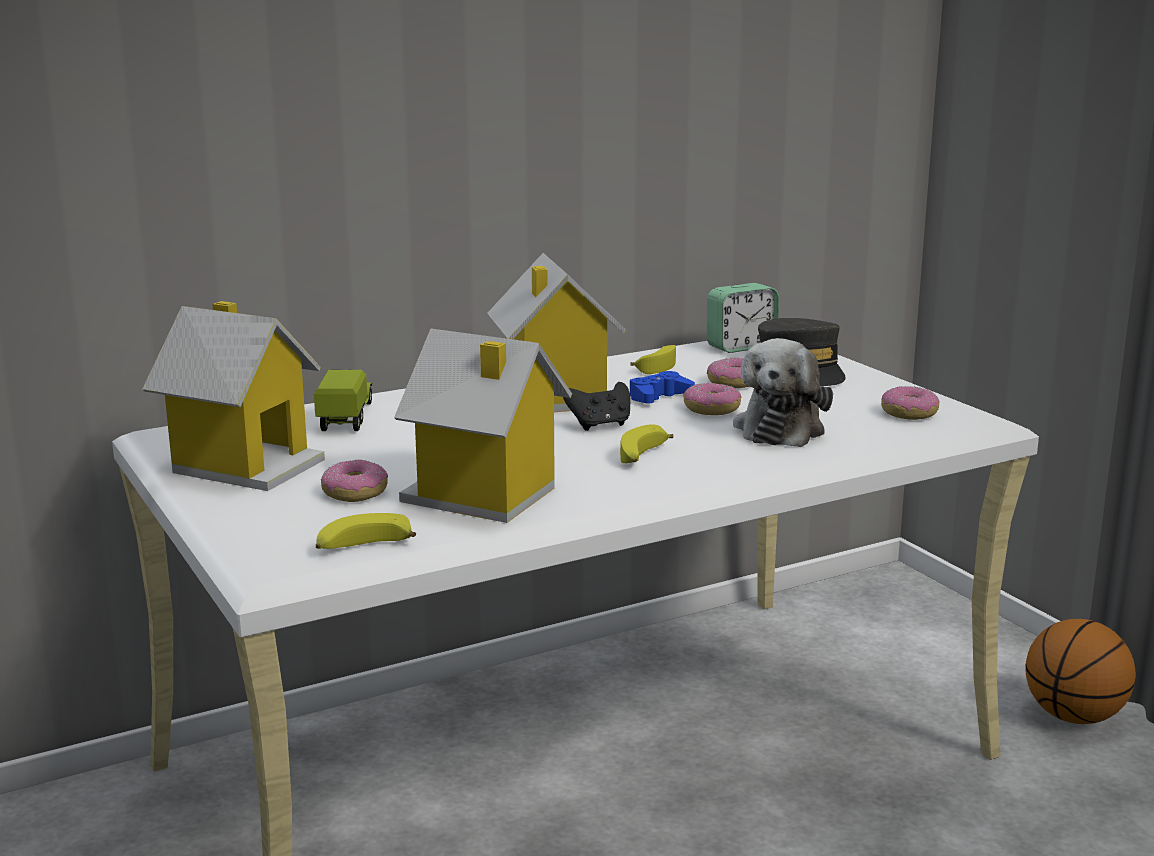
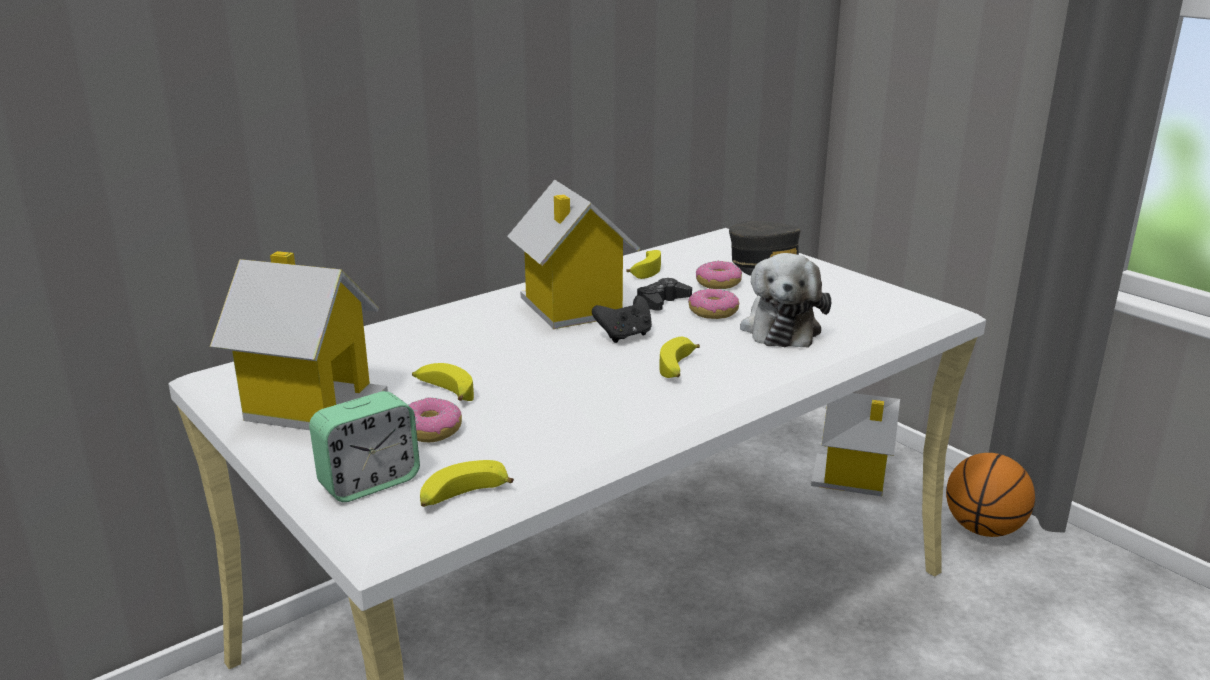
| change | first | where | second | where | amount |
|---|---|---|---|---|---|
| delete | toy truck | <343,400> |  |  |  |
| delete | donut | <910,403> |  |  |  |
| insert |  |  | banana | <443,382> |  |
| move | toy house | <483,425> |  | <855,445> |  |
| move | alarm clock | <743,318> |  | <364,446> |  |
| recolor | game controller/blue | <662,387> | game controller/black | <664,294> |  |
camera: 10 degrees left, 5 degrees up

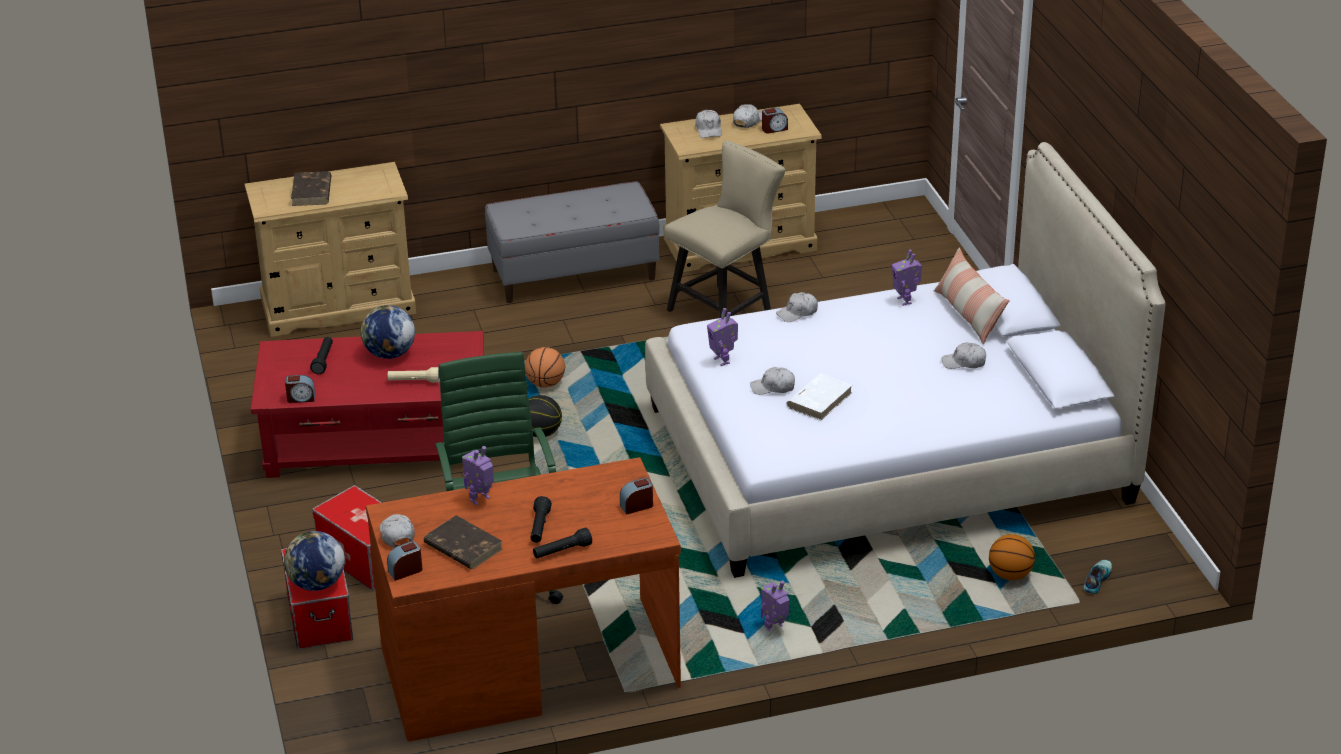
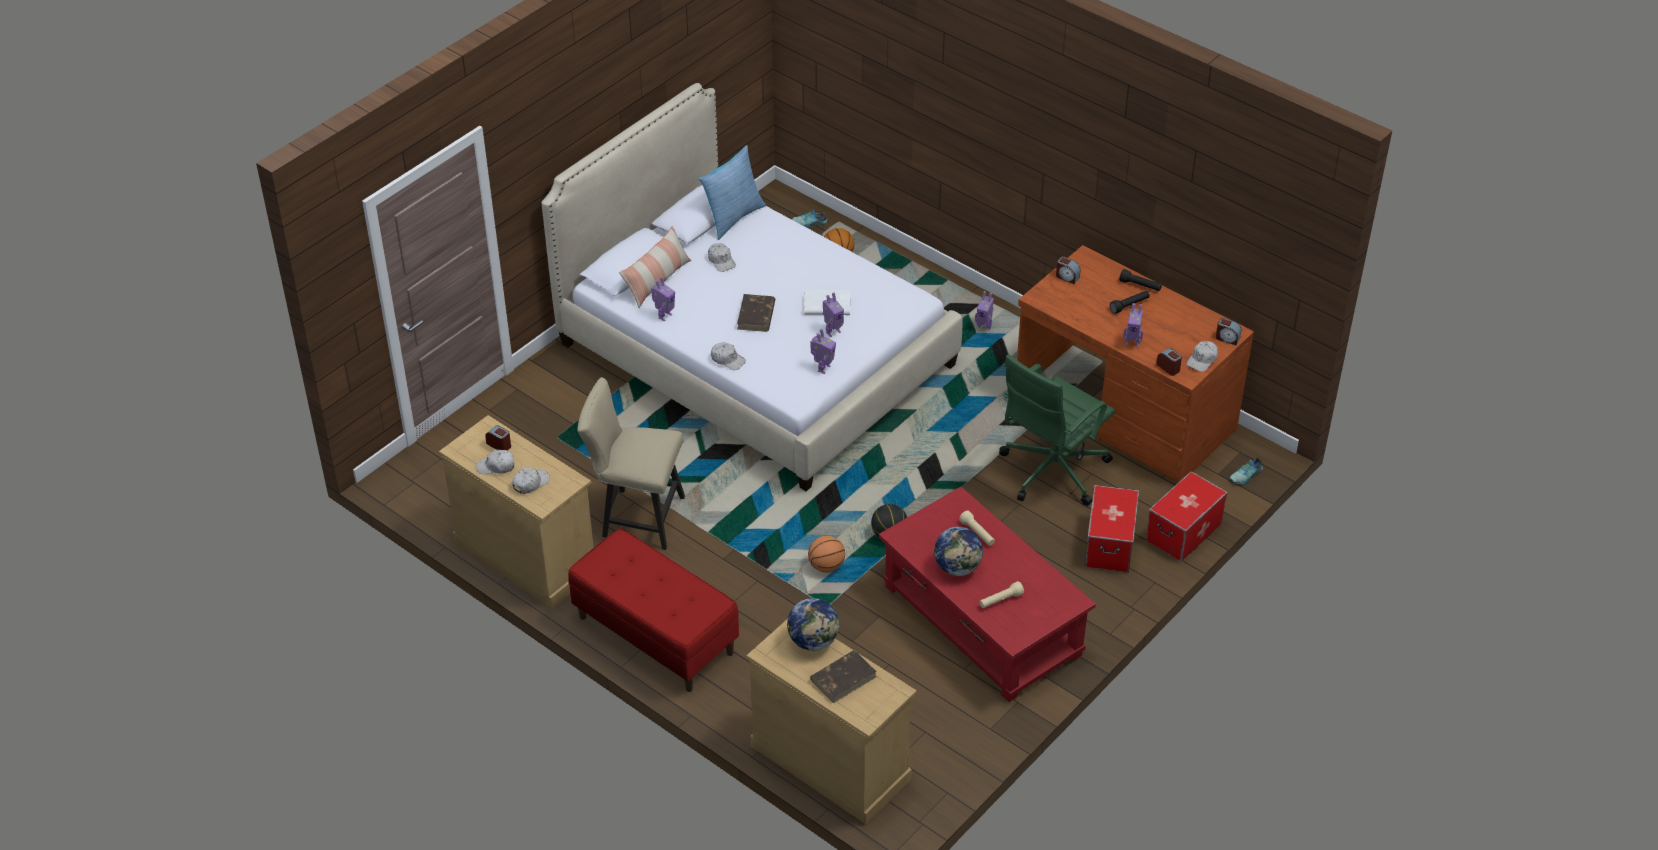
| change | first | where | second | where | amount |
|---|---|---|---|---|---|
| insert |  |  | pillow | <732,192> |  |
| insert |  |  | shoe | <1246,471> |  |
| move | globe | <314,561> |  | <813,624> |  |
| move | alarm clock | <300,389> |  | <1169,362> |  |
| move | book/brown | <463,542> |  | <756,313> |  |
| replace | cap/white | <772,381> | toy robot | <833,315> |  |
| recolor | flashlight/black | <321,355> | flashlight/beige | <1002,594> |  |
| recolor | bench/grey | <572,242> | bench/red | <653,610> |  |
camera: 125 degrees left, 10 degrees up

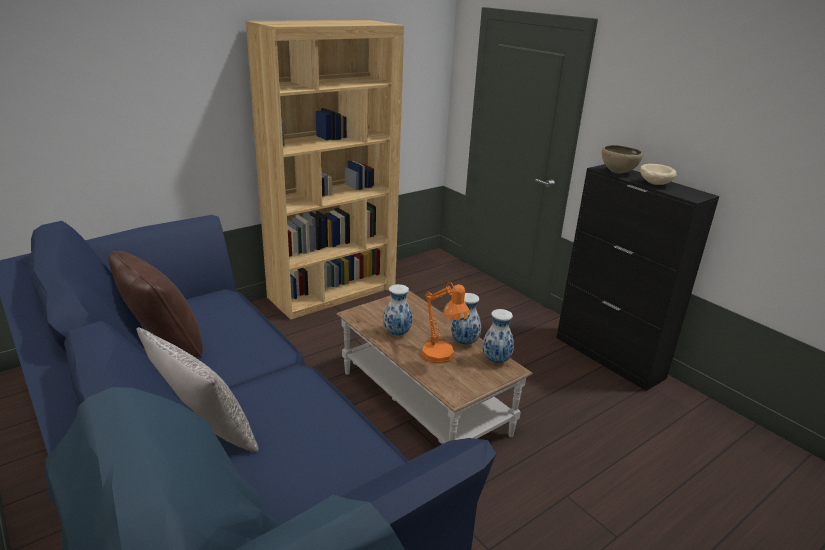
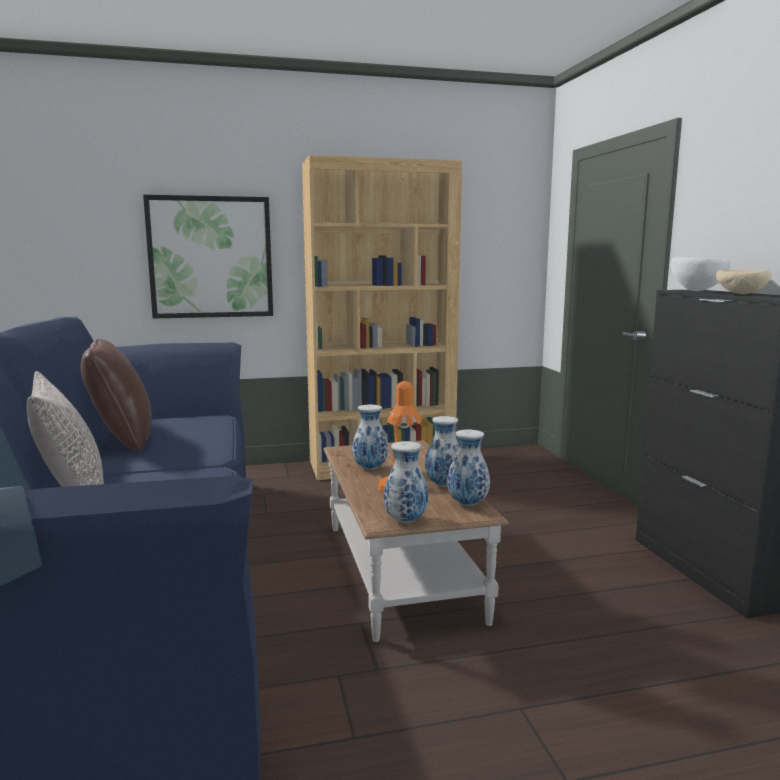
| change | first | where | second | where | amount |
|---|---|---|---|---|---|
| insert |  |  | picture | <208,257> |  |
| insert |  |  | vase | <406,482> |  |
| recolor | bowl/brown | <622,159> | bowl/white | <701,274> |  |
camera: 25 degrees right, 15 degrees down

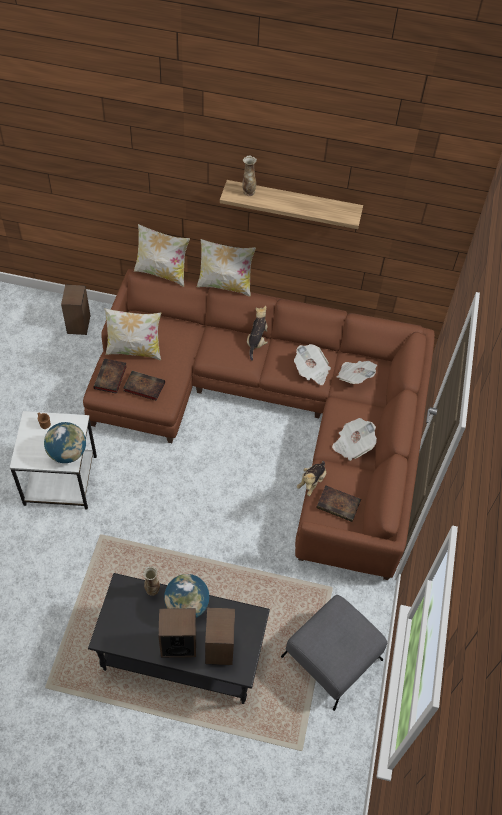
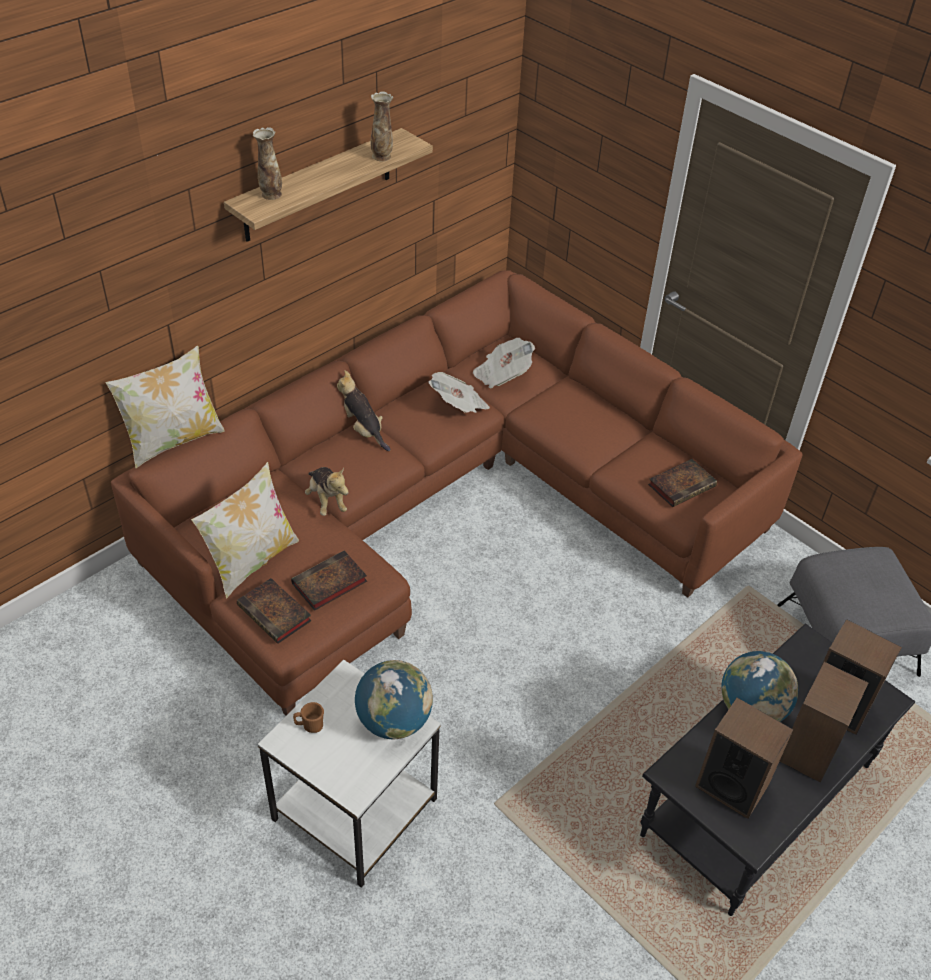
| change | first | where | second | where | amount |
|---|---|---|---|---|---|
| delete | pillow | <226,267> |  |  |  |
| delete | newspaper | <354,439> |  |  |  |
| move | speaker | <75,309> |  | <744,758> |  |
| move | vase | <151,581> |  | <382,126> |  |
| move | plush toy | <311,478> |  | <327,491> |  |
camera: 55 degrees left, 10 degrees down

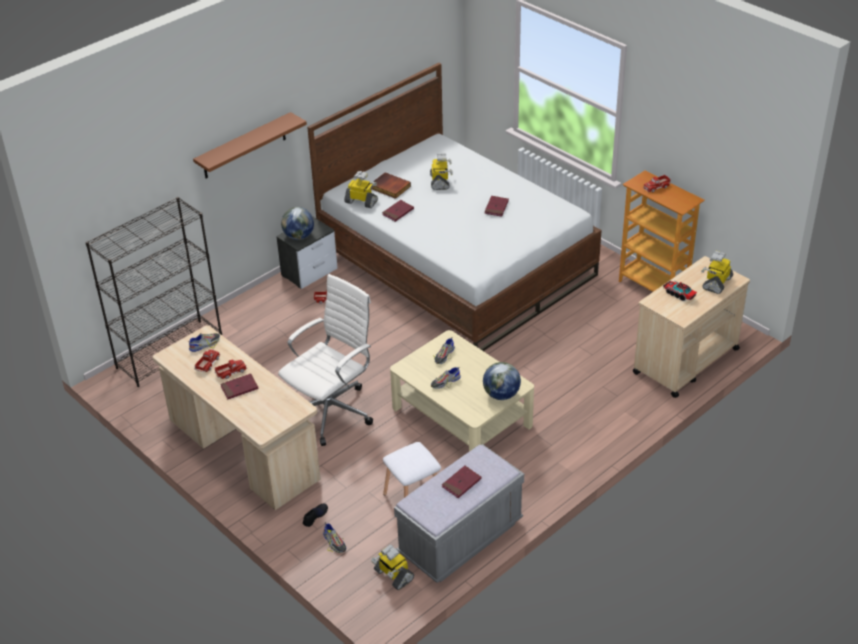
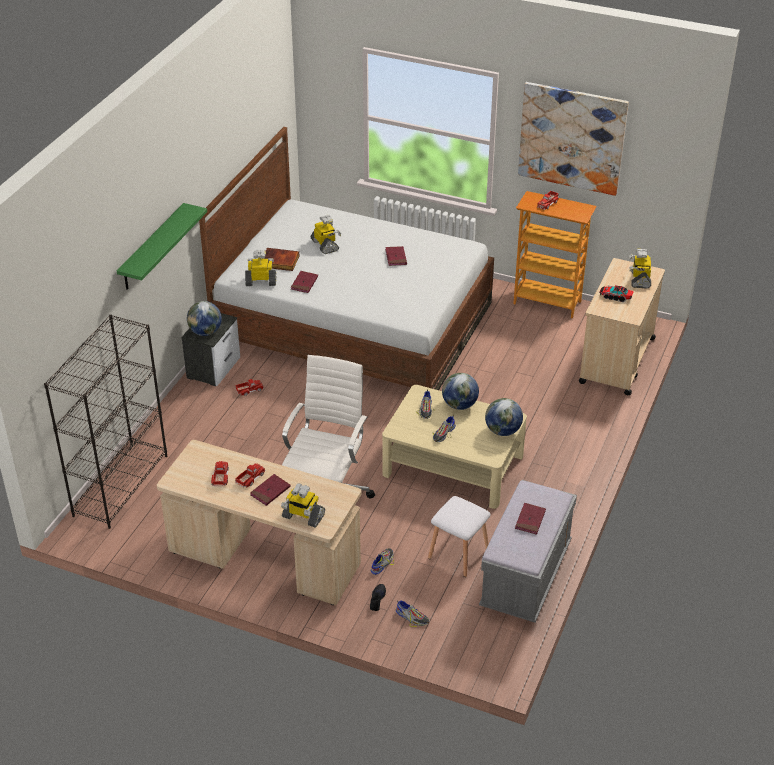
| change | first | where | second | where | amount |
|---|---|---|---|---|---|
| insert |  |  | globe | <460,391> |  |
| insert |  |  | picture | <573,139> |  |
| move | shoe | <204,342> |  | <382,561> |  |
| move | toy robot | <392,567> |  | <303,505> |  |
| recolor | shelf/brown | <250,145> | shelf/green | <162,246> |  |
camera: 25 degrees left, 0 degrees up

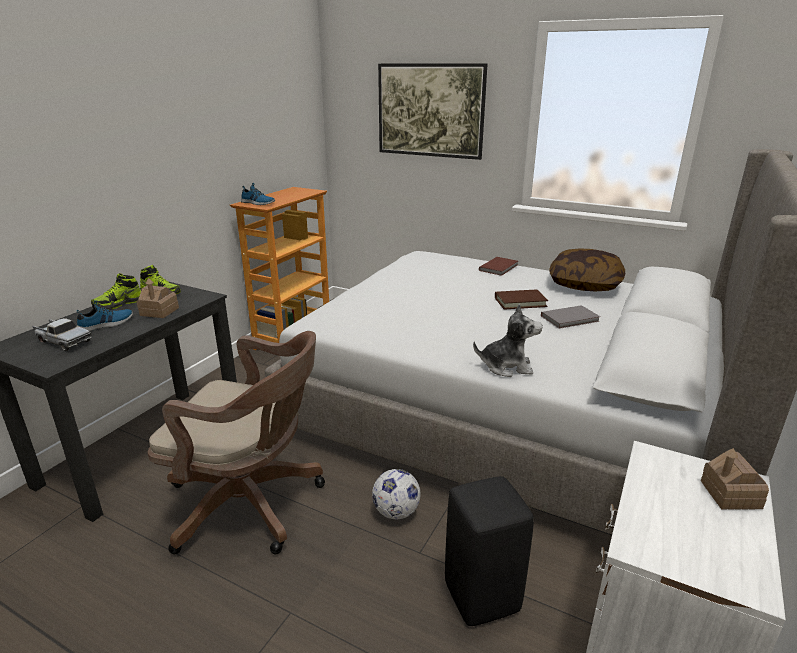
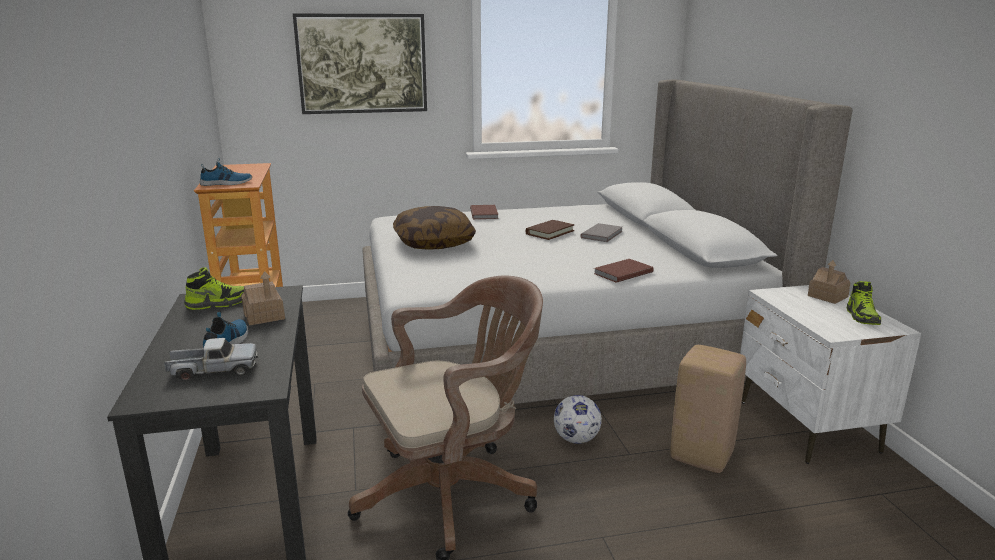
| change | first | where | second | where | amount |
|---|---|---|---|---|---|
| move | shoe | <116,291> |  | <864,303> |  |
| move | pillow | <587,269> |  | <434,228> |  |
| replace | plush toy | <508,340> | book/brown | <624,271> |  |
| recolor | stool/black | <489,551> | stool/beige | <708,409> |  |
camera: 40 degrees left, 5 degrees down

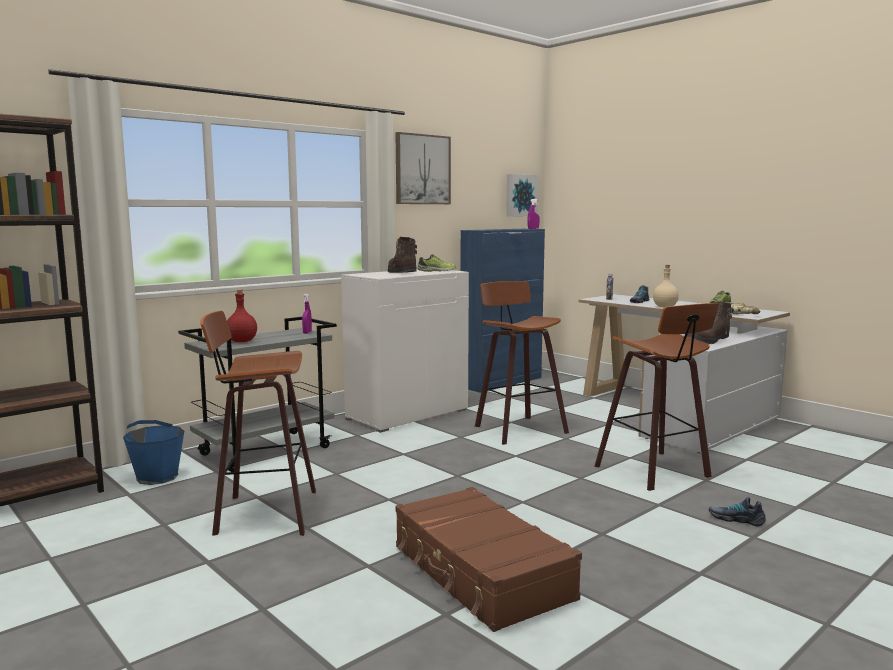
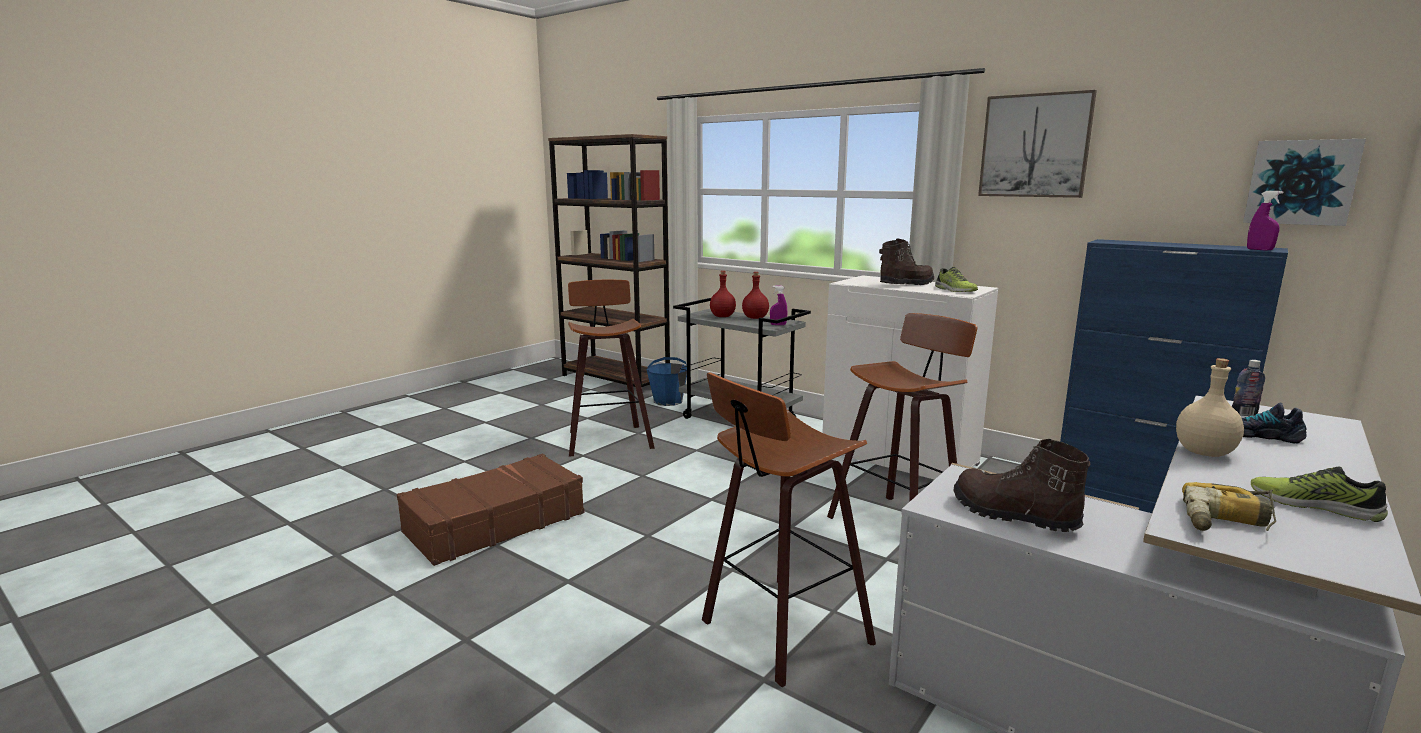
| change | first | where | second | where | amount |
|---|---|---|---|---|---|
| delete | shoe | <737,512> |  |  |  |
| insert |  |  | bottle/red | <755,295> |  |
camera: 80 degrees right, 5 degrees up

